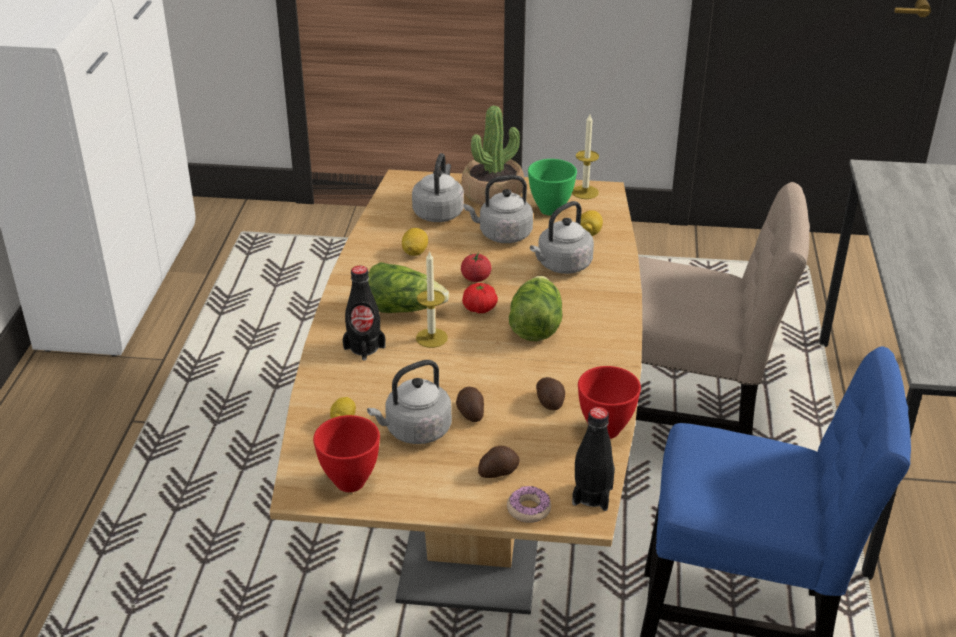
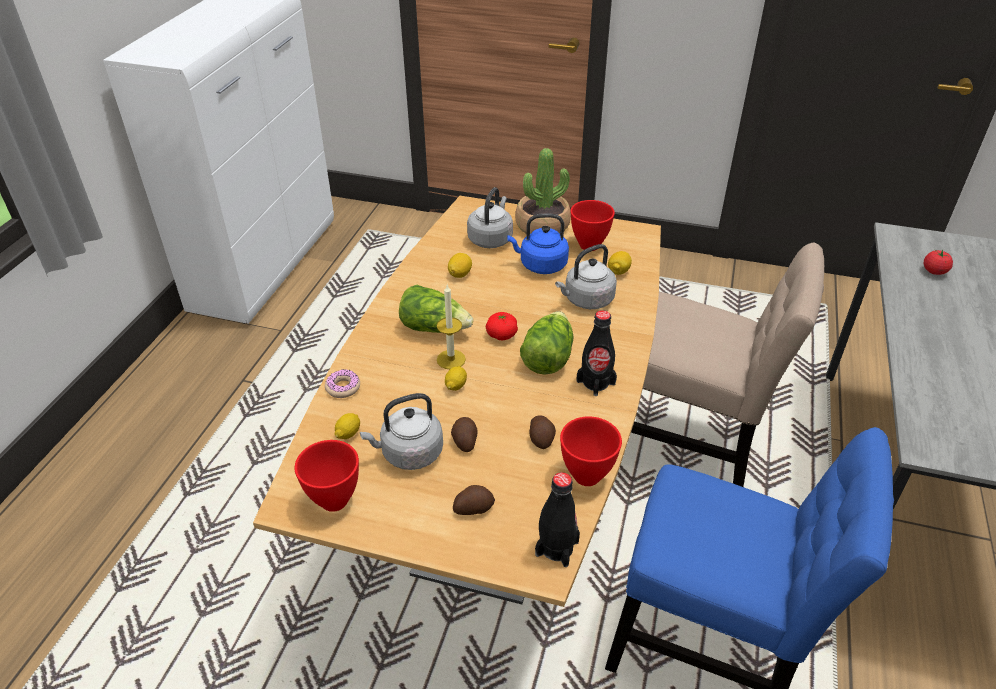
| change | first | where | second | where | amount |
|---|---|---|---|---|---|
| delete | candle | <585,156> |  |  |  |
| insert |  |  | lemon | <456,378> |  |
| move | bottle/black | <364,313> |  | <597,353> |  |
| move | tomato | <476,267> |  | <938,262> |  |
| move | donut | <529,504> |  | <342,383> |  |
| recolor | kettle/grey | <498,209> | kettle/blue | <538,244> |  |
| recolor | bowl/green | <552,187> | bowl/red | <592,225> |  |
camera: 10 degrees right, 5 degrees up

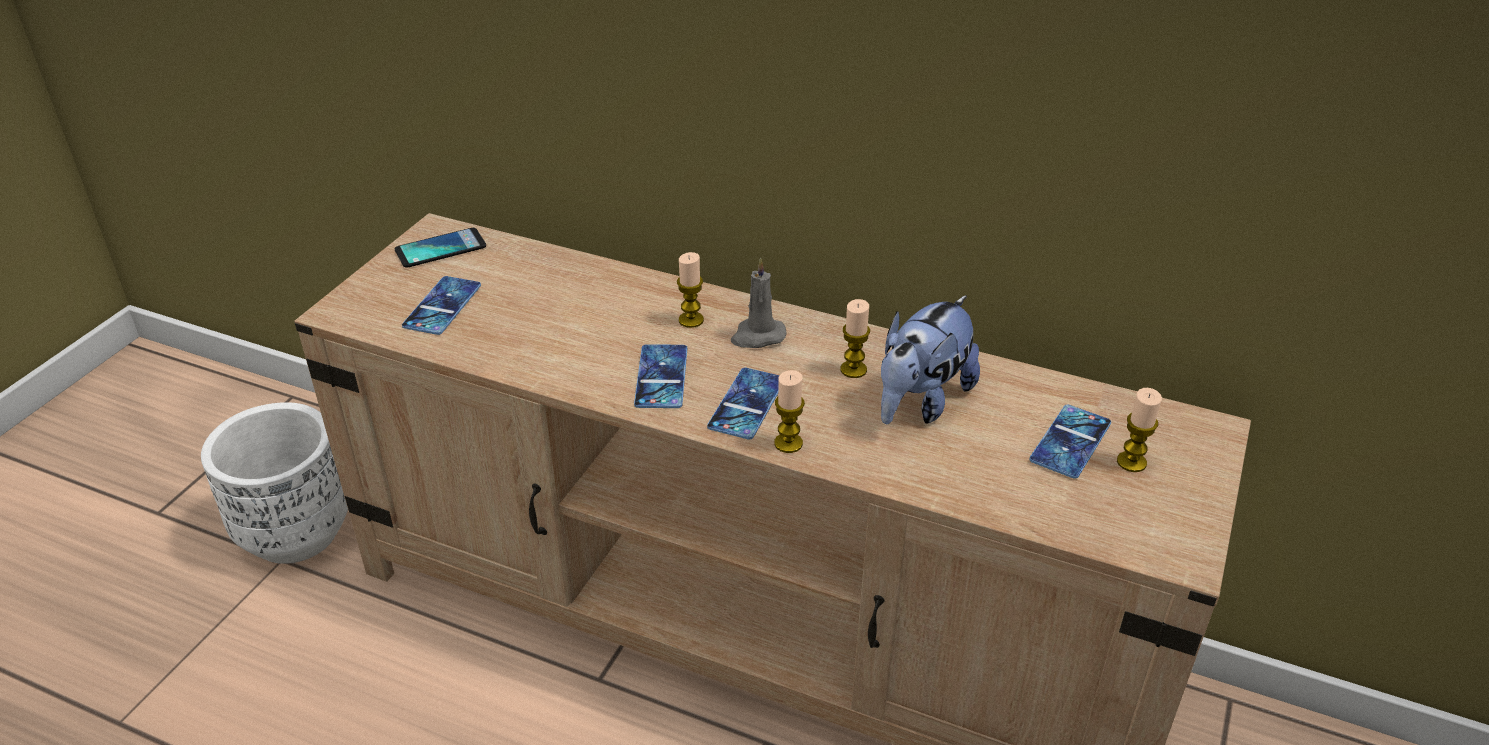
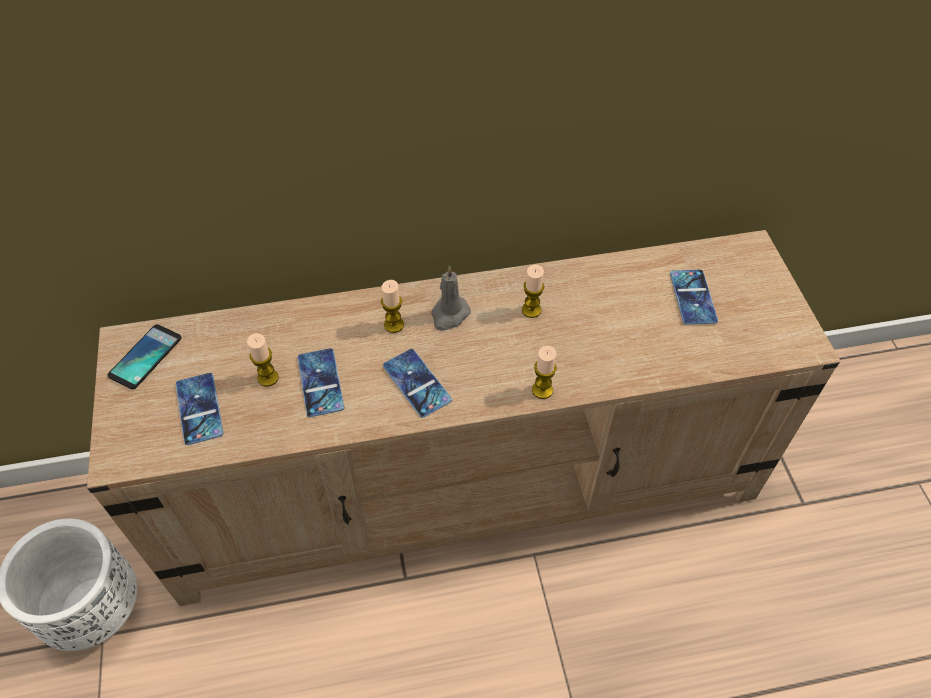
| change | first | where | second | where | amount |
|---|---|---|---|---|---|
| delete | plush toy | <930,359> |  |  |  |
| move | phone | <743,403> |  | <321,382> |  |
| move | candle | <1139,430> |  | <263,360> |  |
camera: 35 degrees left, 15 degrees up

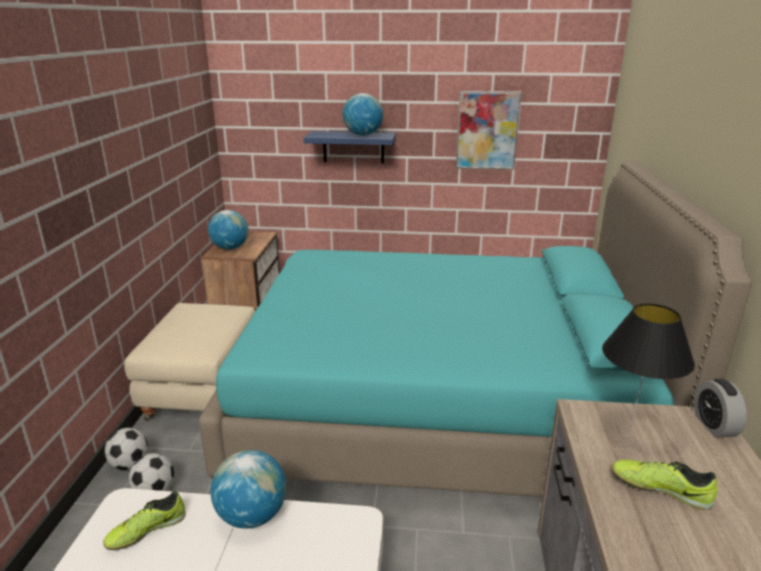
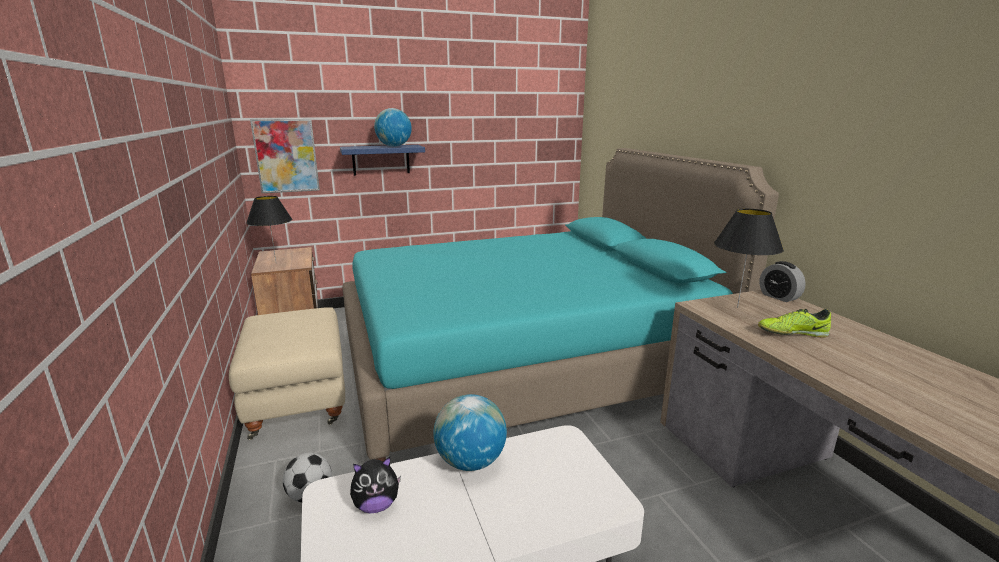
| change | first | where | second | where | amount |
|---|---|---|---|---|---|
| delete | football | <126,449> |  |  |  |
| move | picture | <488,130> |  | <285,156> |  |
| replace | shoe | <144,520> | plush toy | <375,485> |  |
| replace | globe | <228,230> | table lamp/black | <269,230> |  |
camera: 25 degrees left, 5 degrees down

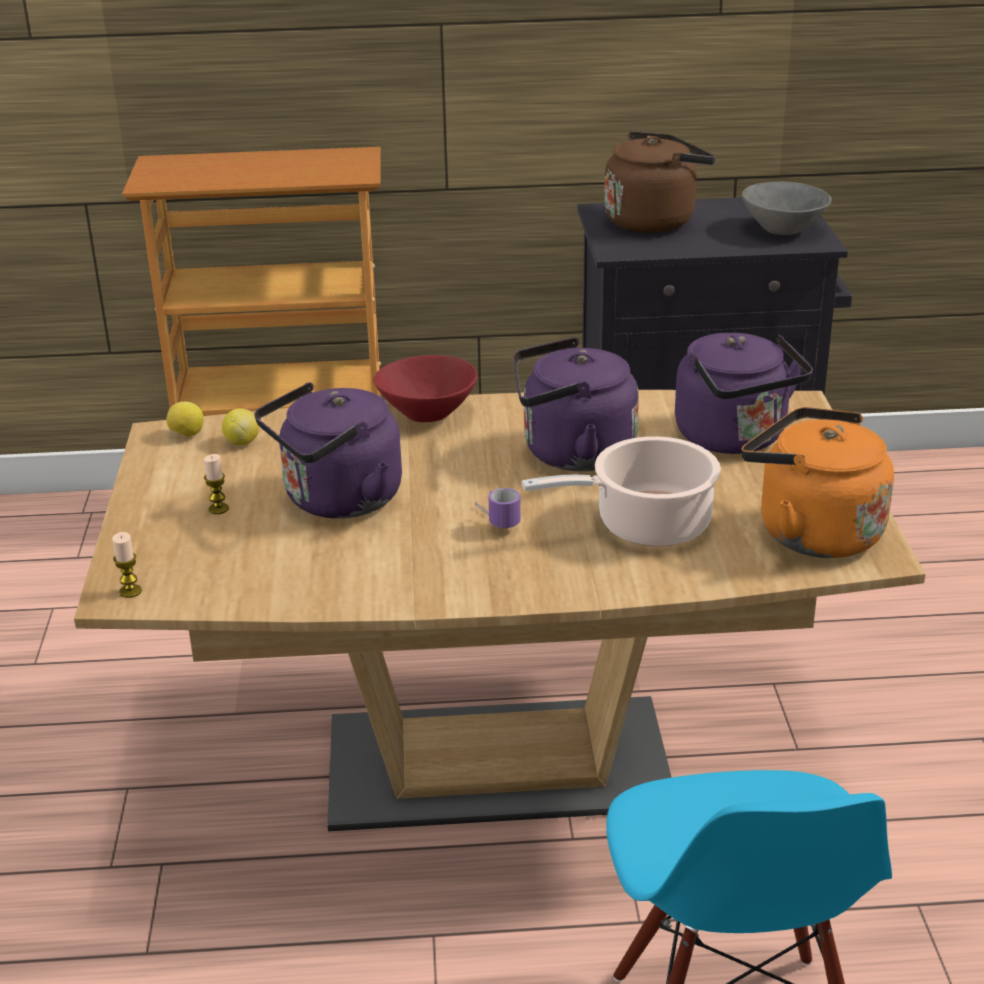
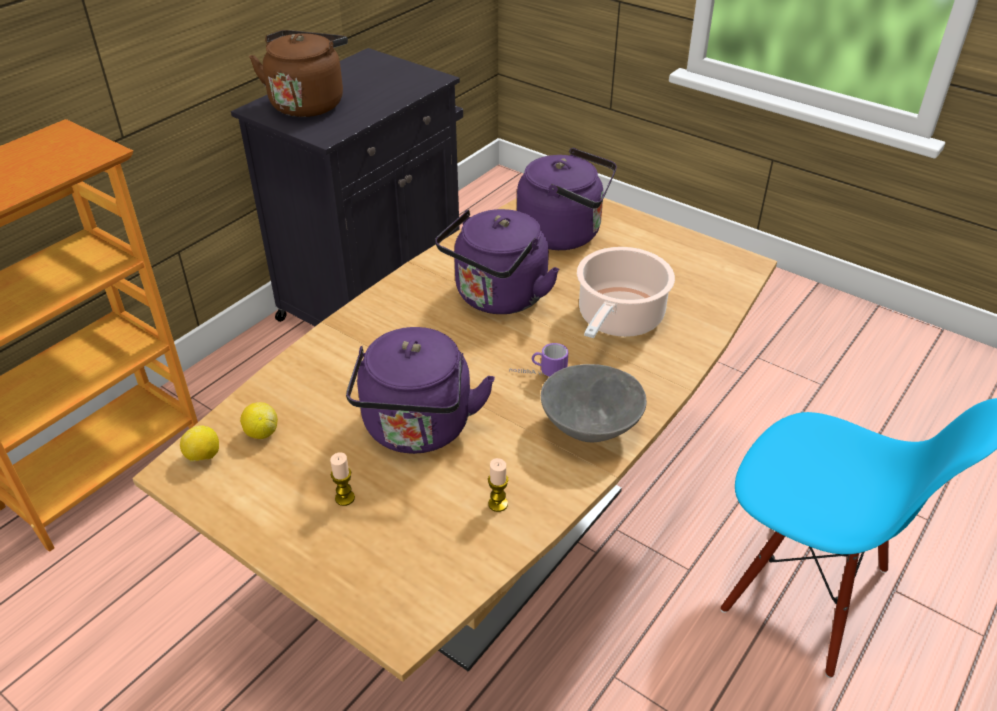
| change | first | where | second | where | amount |
|---|---|---|---|---|---|
| delete | bowl/red | <425,388> |  |  |  |
| delete | kettle/orange | <818,482> |  |  |  |
| move | candle | <127,565> |  | <498,485> |  |
| move | bowl/grey | <787,208> |  | <594,403> |  |
camera: 50 degrees left, 10 degrees up

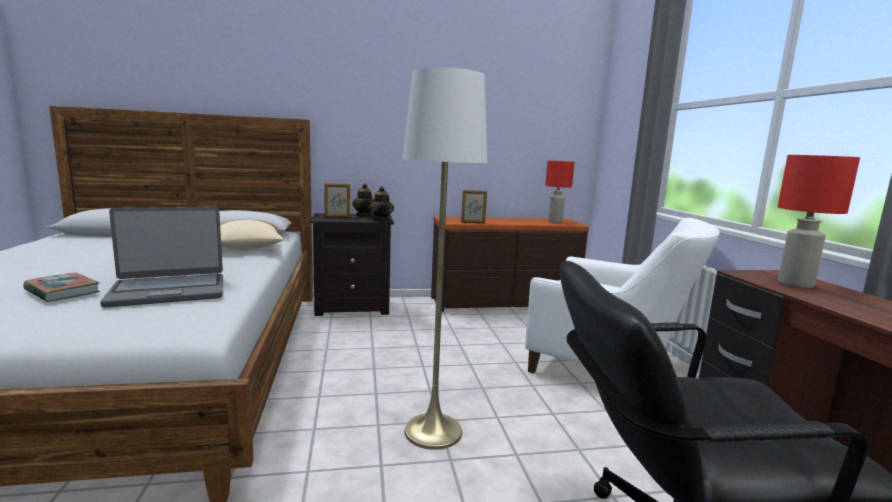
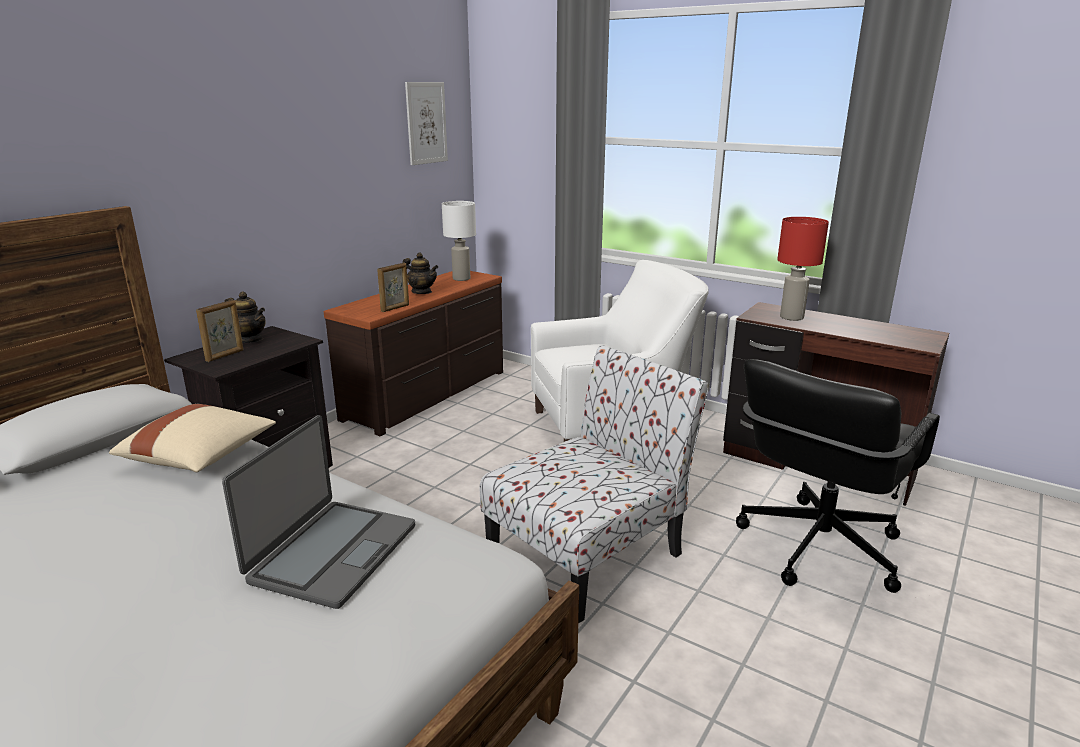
| change | first | where | second | where | amount |
|---|---|---|---|---|---|
| delete | book | <61,287> |  |  |  |
| insert |  |  | picture | <426,123> |  |
| move | teapot | <381,203> |  | <420,273> |  |
| replace | floor lamp/white | <445,258> | chair | <594,484> |  |
| recolor | table lamp/red | <559,192> | table lamp/white | <459,241> |  |
camera: 45 degrees left, 10 degrees up

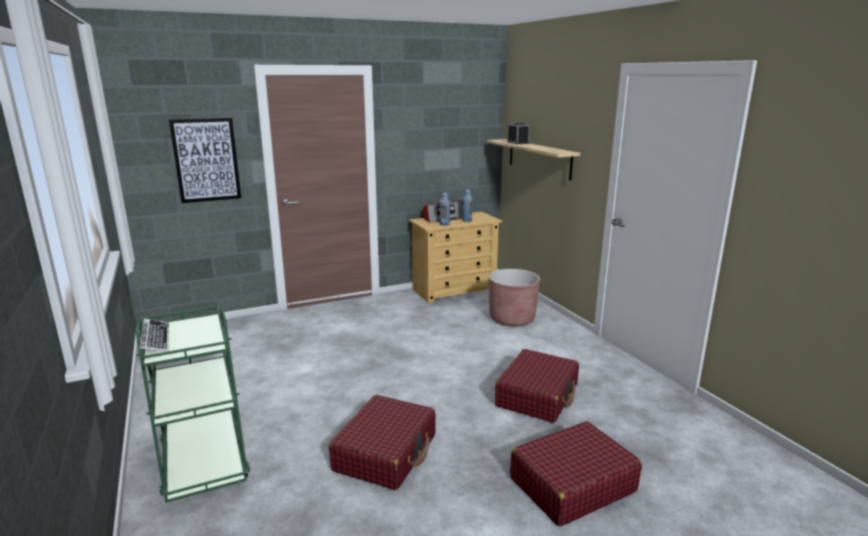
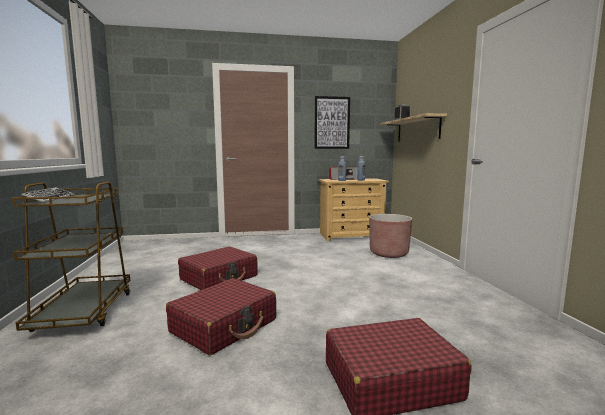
| change | first | where | second | where | amount |
|---|---|---|---|---|---|
| move | picture | <205,160> |  | <332,122> |  |
| move | suitcase/red | <537,386> |  | <218,268> |  |
| recolor | cart/green | <193,404> | cart/brown | <71,257> |  |
camera: 15 degrees right, 10 degrees down

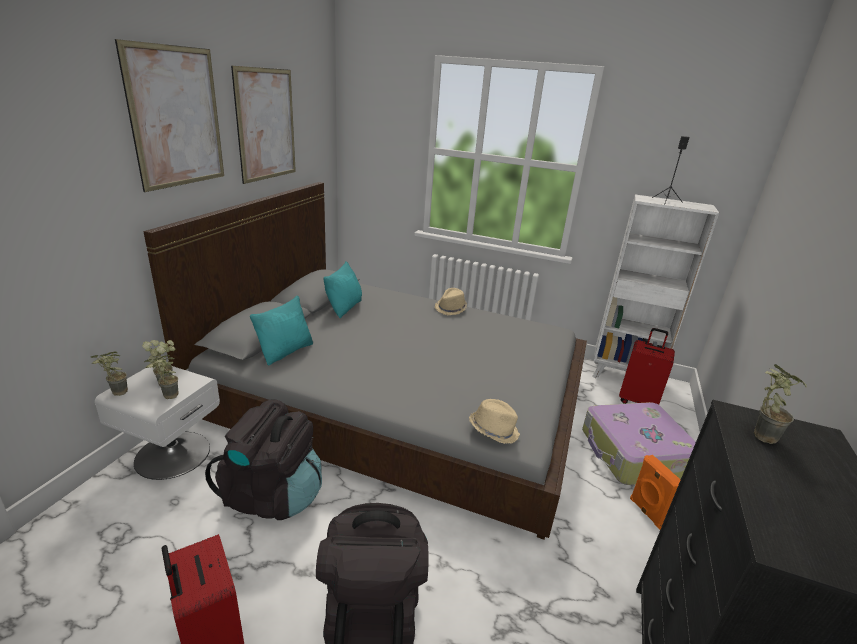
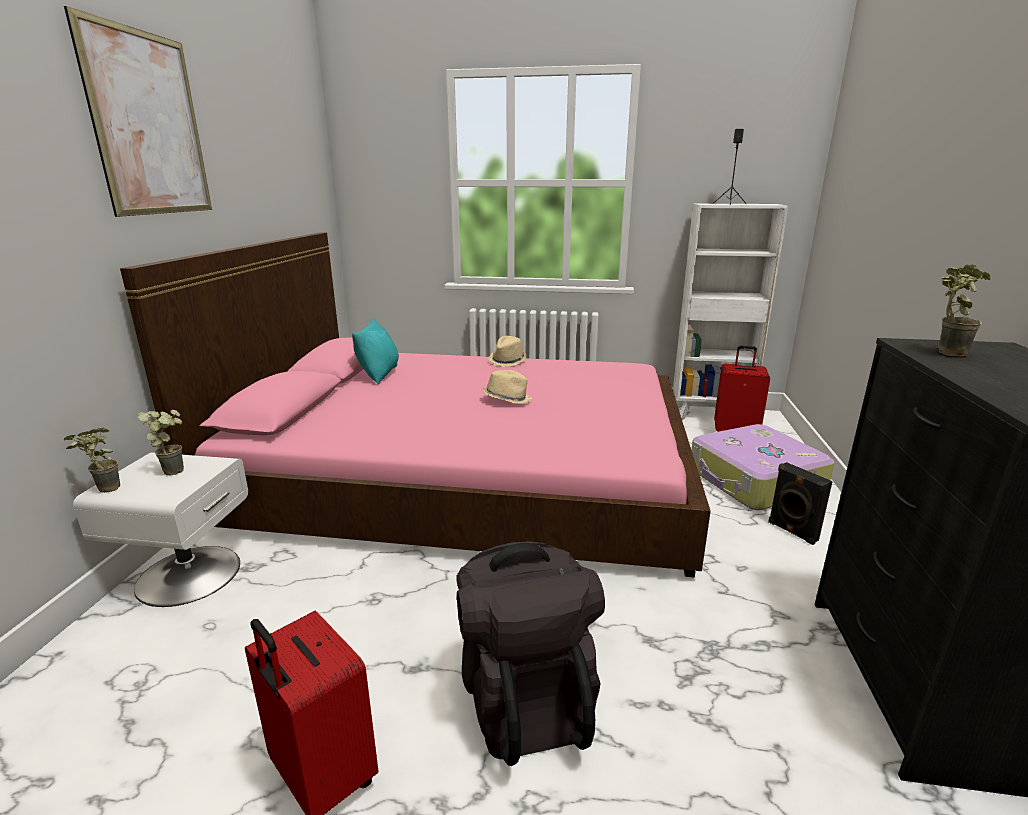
| change | first | where | second | where | amount |
|---|---|---|---|---|---|
| delete | potted plant | <161,377> |  |  |  |
| delete | backpack/black | <263,459> |  |  |  |
| delete | picture | <263,125> |  |  |  |
| delete | pillow/turquoise | <281,330> |  |  |  |
| move | hat/beige | <494,421> |  | <507,387> |  |
| recolor | bed/grey | <365,361> | bed/pink | <415,404> |  |
| recolor | speaker/orange | <655,492> | speaker/black | <800,503> |  |
camera: 10 degrees left, 5 degrees down

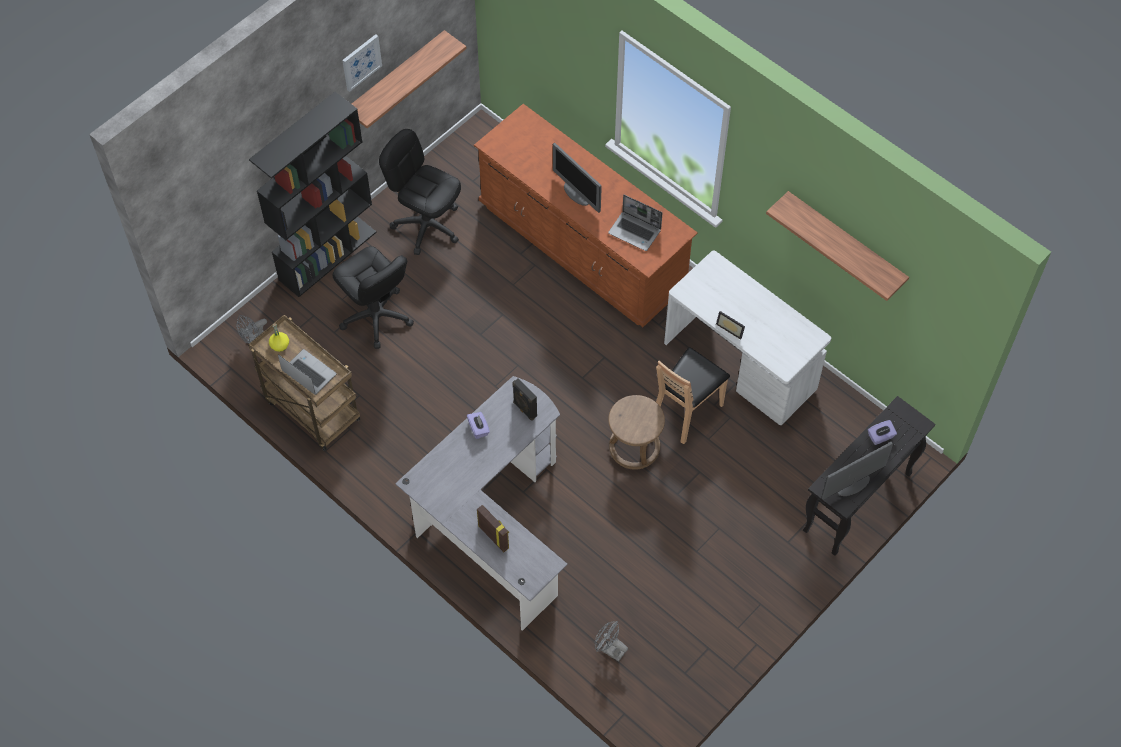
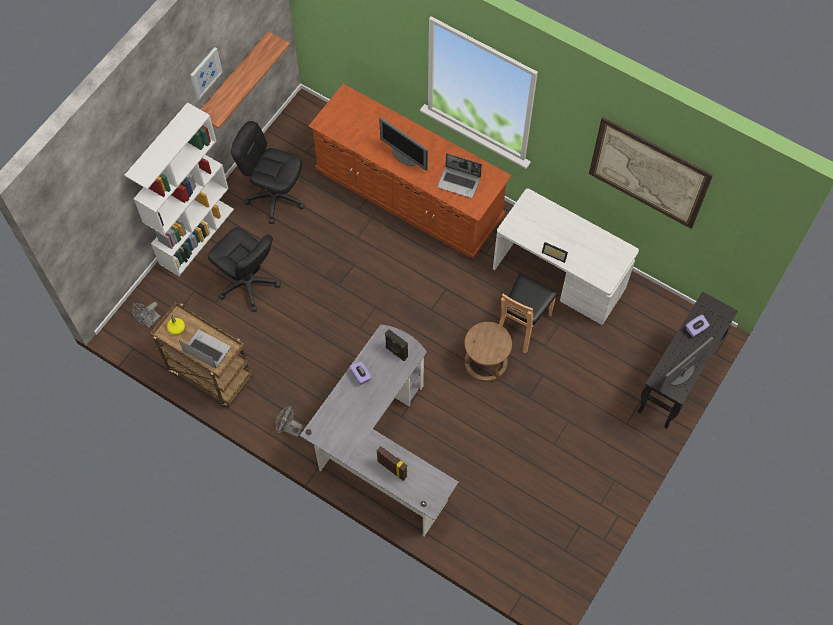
| change | first | where | second | where | amount |
|---|---|---|---|---|---|
| move | fan/grey | <611,641> |  | <289,421> |  |
| replace | shelf | <837,246> | picture | <651,173> |  |
| recolor | bookcase/black | <312,194> | bookcase/white | <179,189> |  |
camera: 10 degrees left, 5 degrees up

